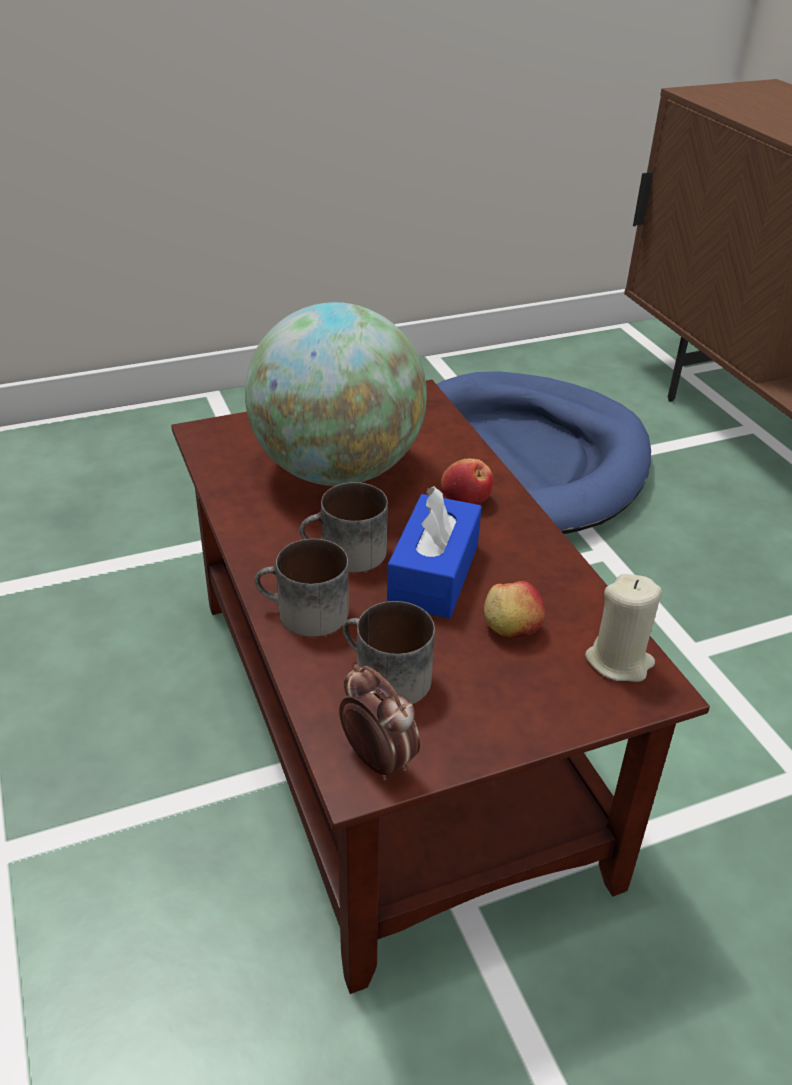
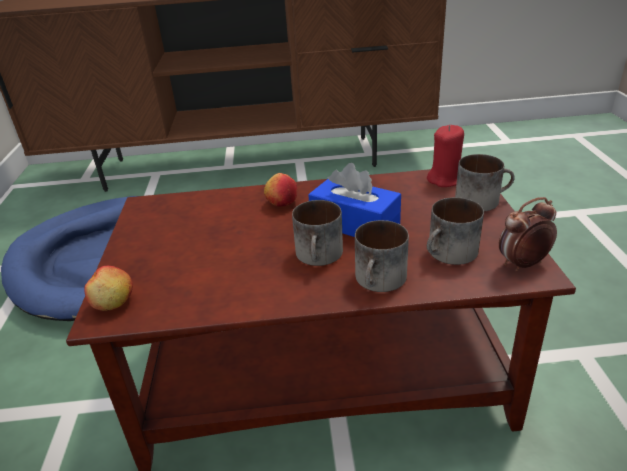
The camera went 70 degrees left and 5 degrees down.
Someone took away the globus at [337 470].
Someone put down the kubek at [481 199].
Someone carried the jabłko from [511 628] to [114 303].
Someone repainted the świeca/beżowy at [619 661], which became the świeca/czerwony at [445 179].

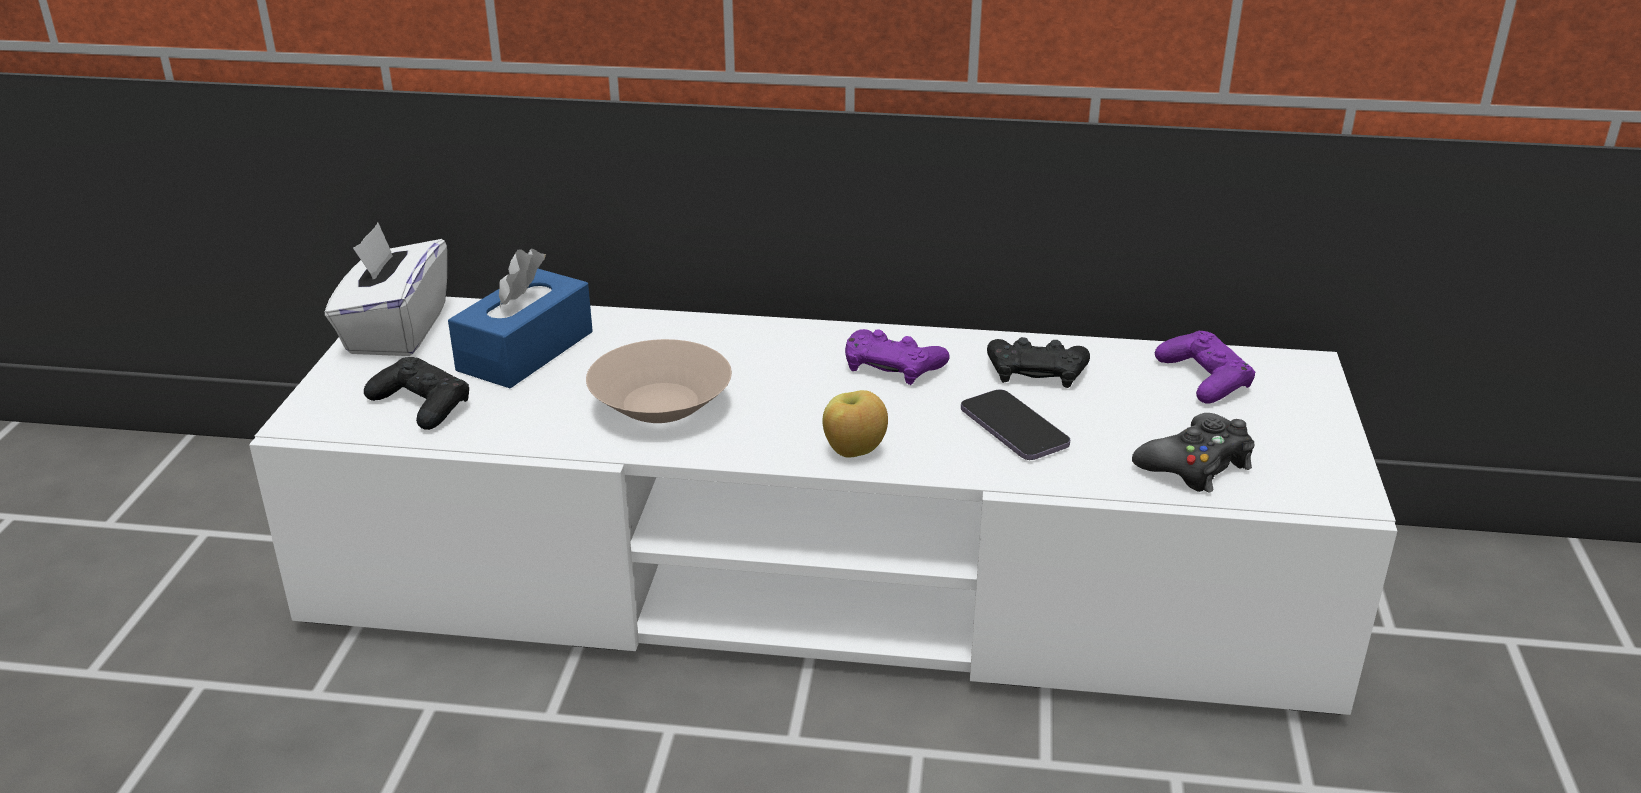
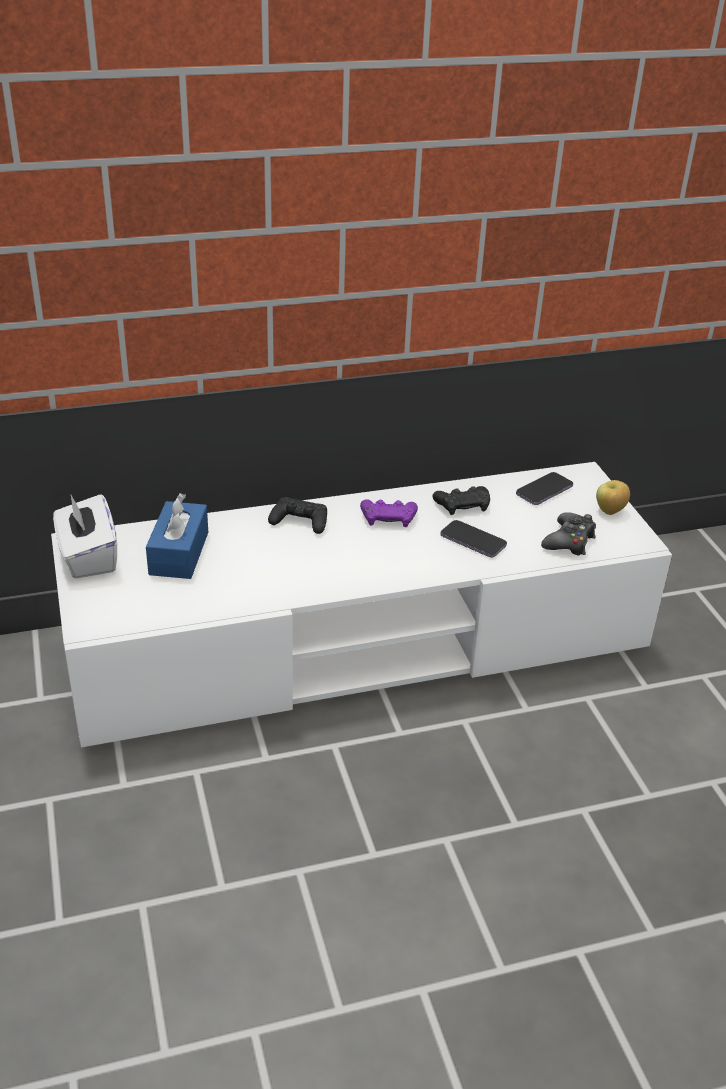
The camera went 25 degrees left and 5 degrees up.
Someone took away the miska/beżowy at [660 408].
Someone carried the pad do gier/czarny from [421 404] to [300 521].
Someone carried the jabłko from [853 451] to [609 511].
Someone swapped the pad do gier/fioletowy at [1204 378] for the telefon at [544 490].

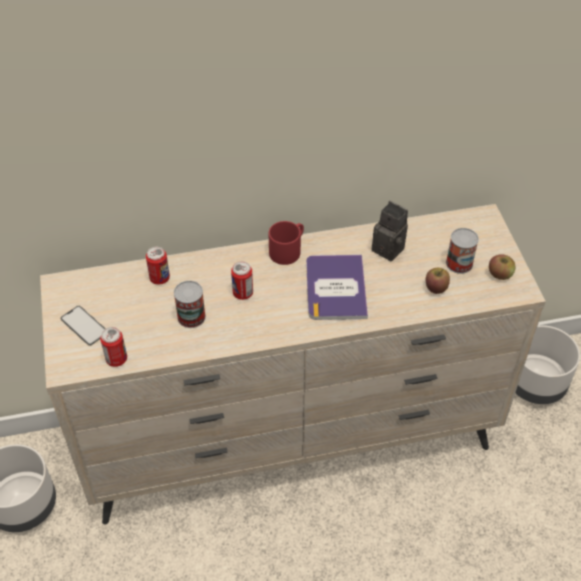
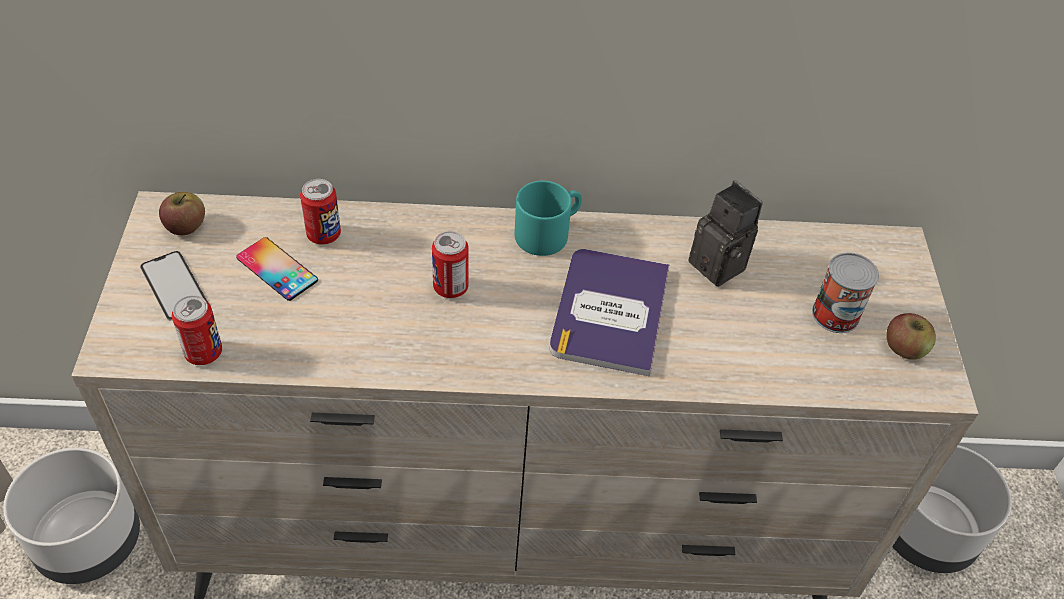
The camera went 10 degrees right and 0 degrees up.
Someone took away the puszka at [191 317].
Someone put down the telefon at [277 269].
Someone carried the jabłko from [436 287] to [186 226].
Someone repainted the kubek/czerwony at [288 249], which became the kubek/turkusowy at [548 232].

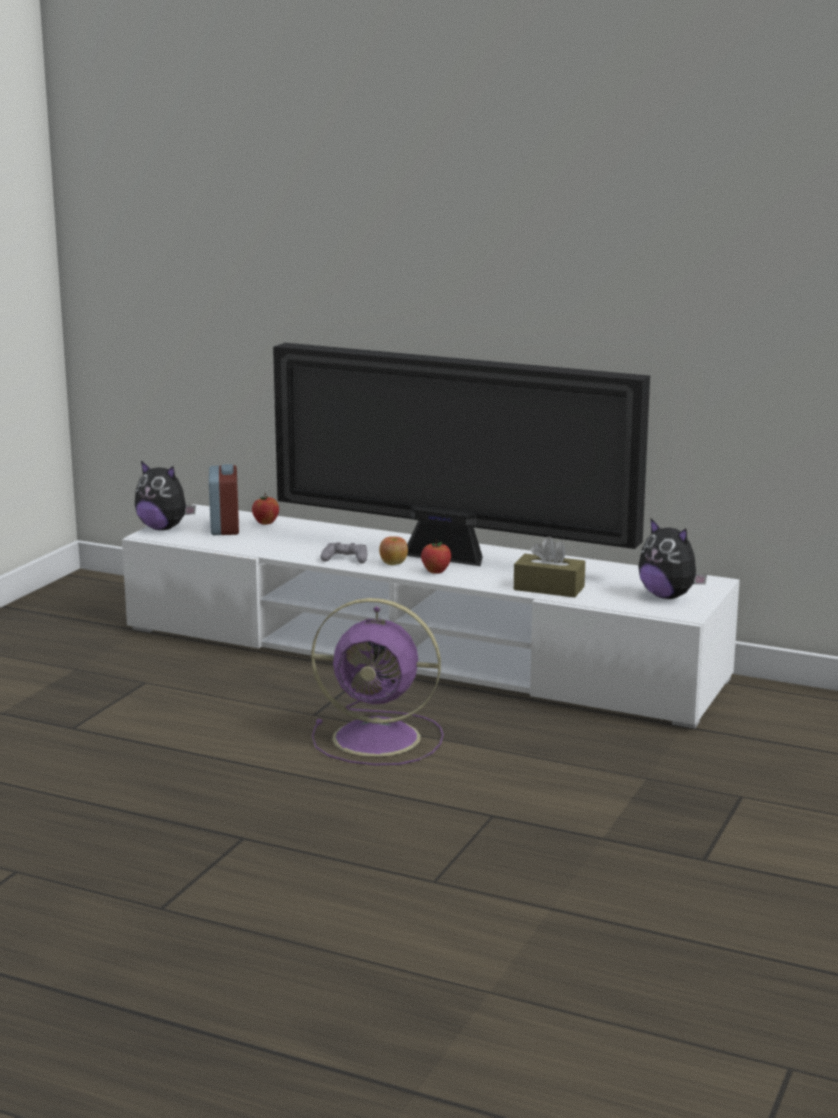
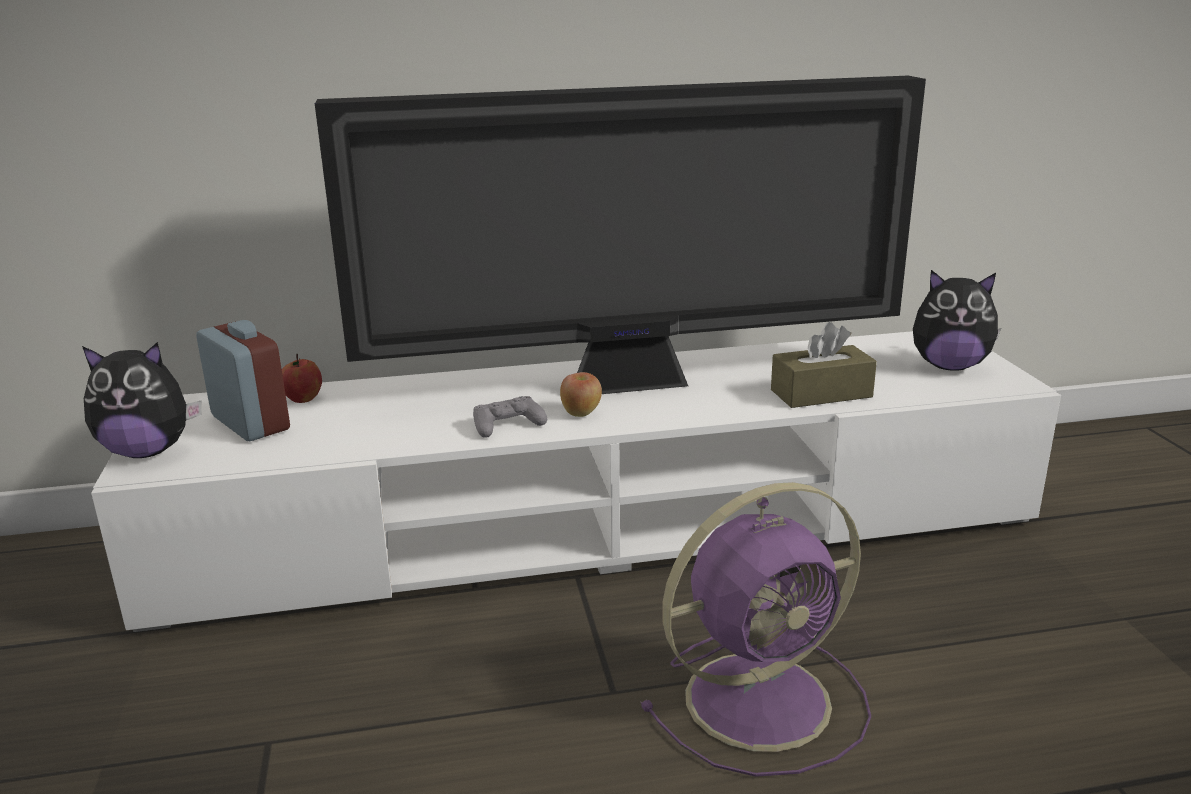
The camera went 35 degrees left and 5 degrees up.
Someone took away the jabłko at [436 571].

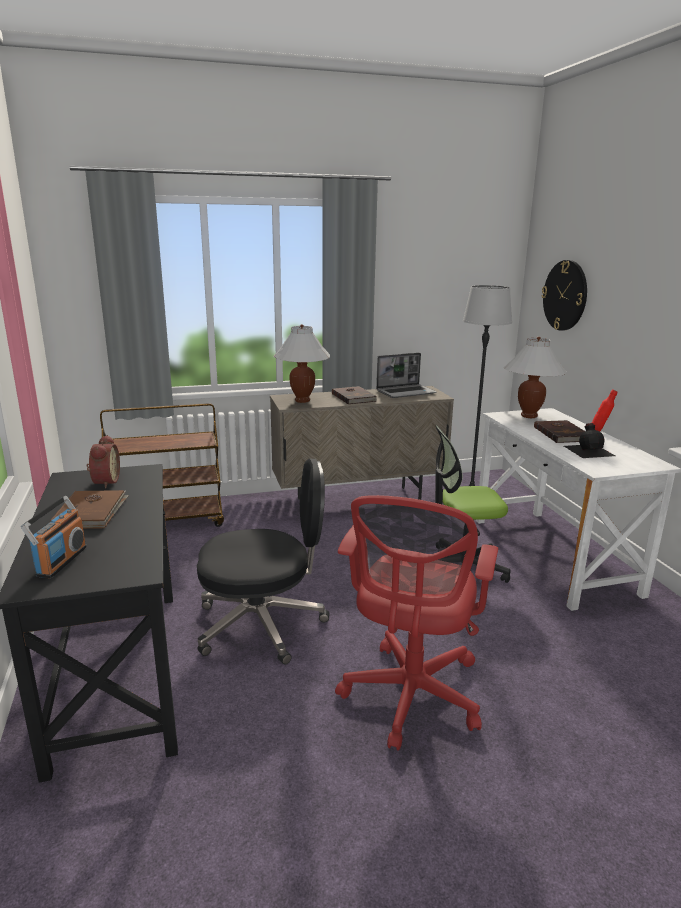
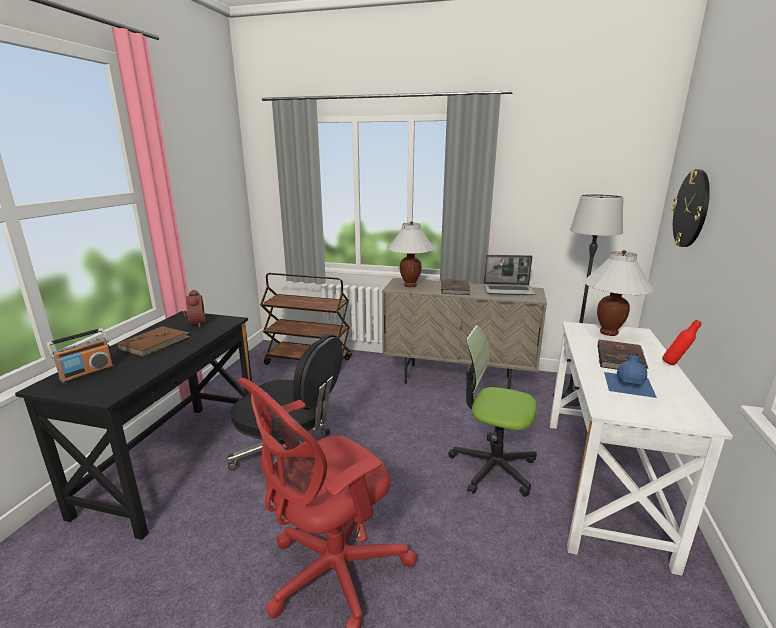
The camera went 30 degrees right and 0 degrees up.
Someone repainted the butelka/czarny at [589 450], which became the butelka/niebieski at [629 384].
Someone rotated the budzik at [104 482] by 45 degrees counterclockwise.

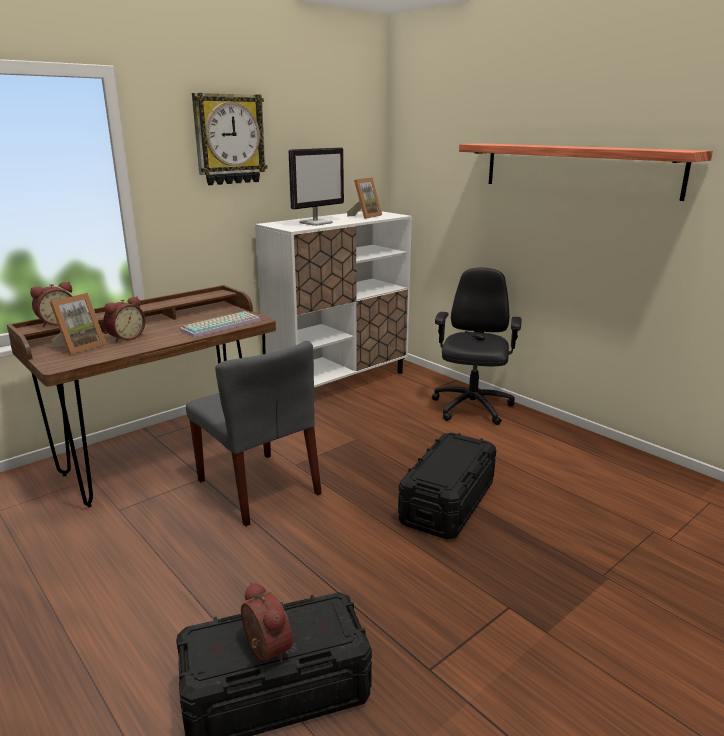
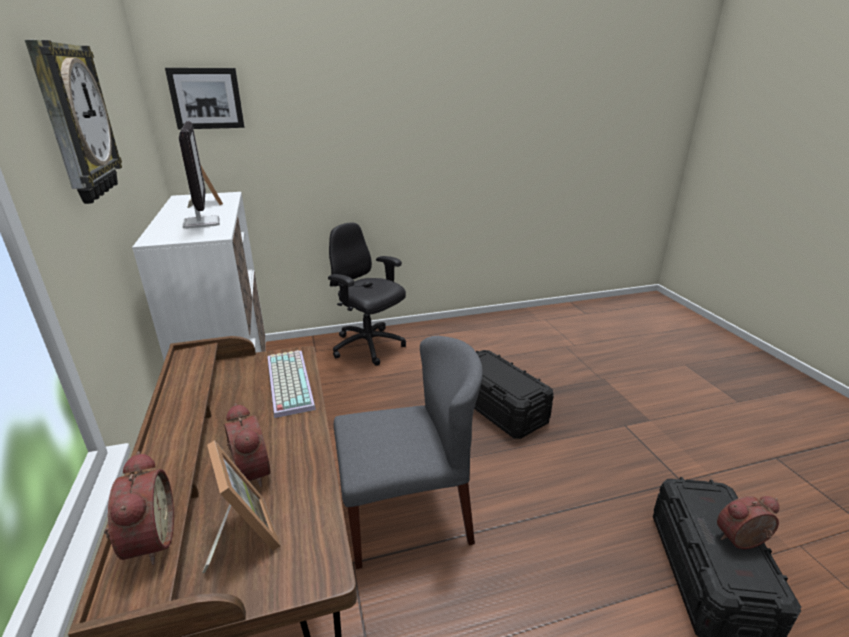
The camera went 65 degrees left and 5 degrees up.
Someone took away the półka at [577 169].
Someone put up the obraz at [206 98].

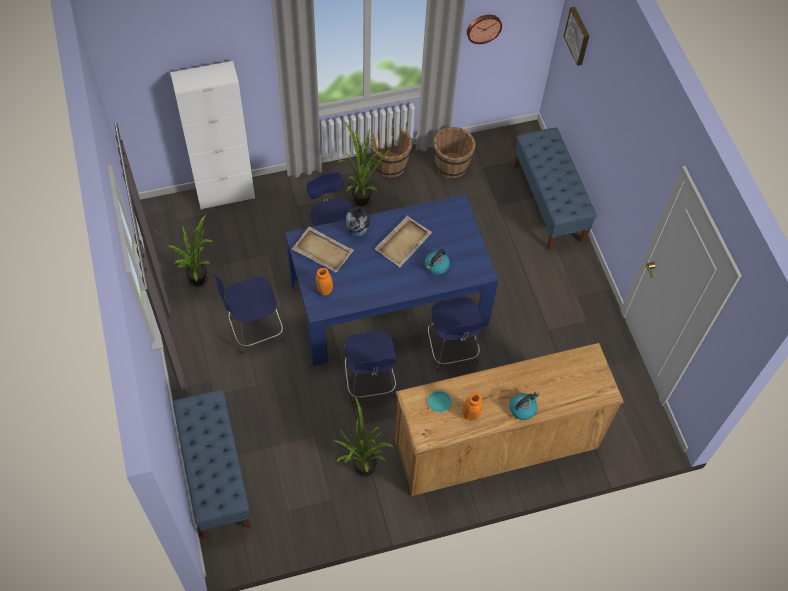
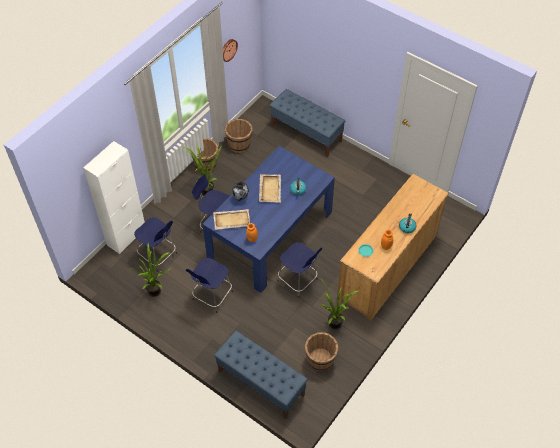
The camera went 35 degrees left and 5 degrees down.
Someone took away the obraz at [578 35].
Someone put down the wiadro/brązowy at [320 360].
Someone carried the stołek/niebieski from [452 350] to [158 256].

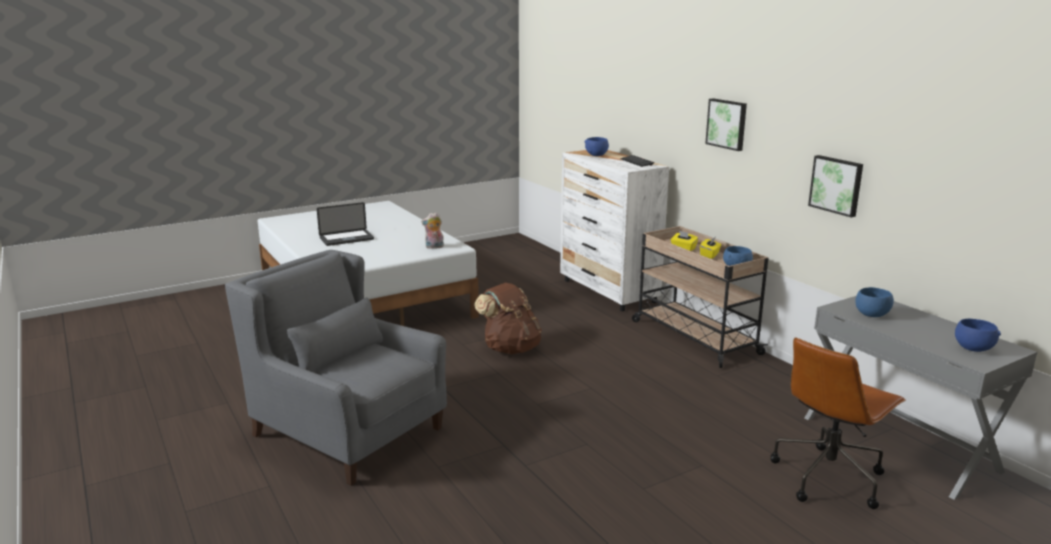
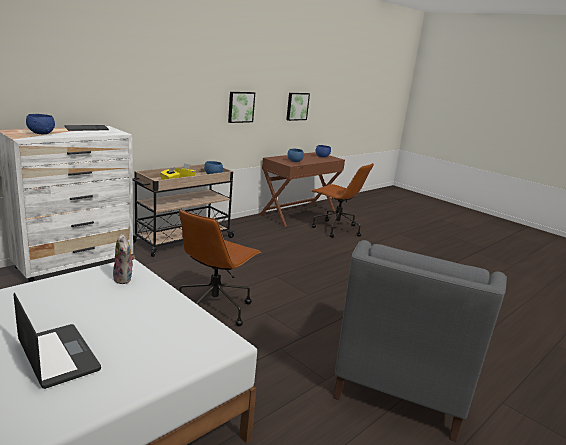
The camera went 105 degrees left and 0 degrees up.
Someone carried the obraz from [727 124] to [297 106].
Someone swapped the plecak/brązowy at [510 348] for the krzesło biurowe/brązowy at [214 308].
Someone repainted the biurko/szary at [899 443], which became the biurko/brązowy at [298 214].

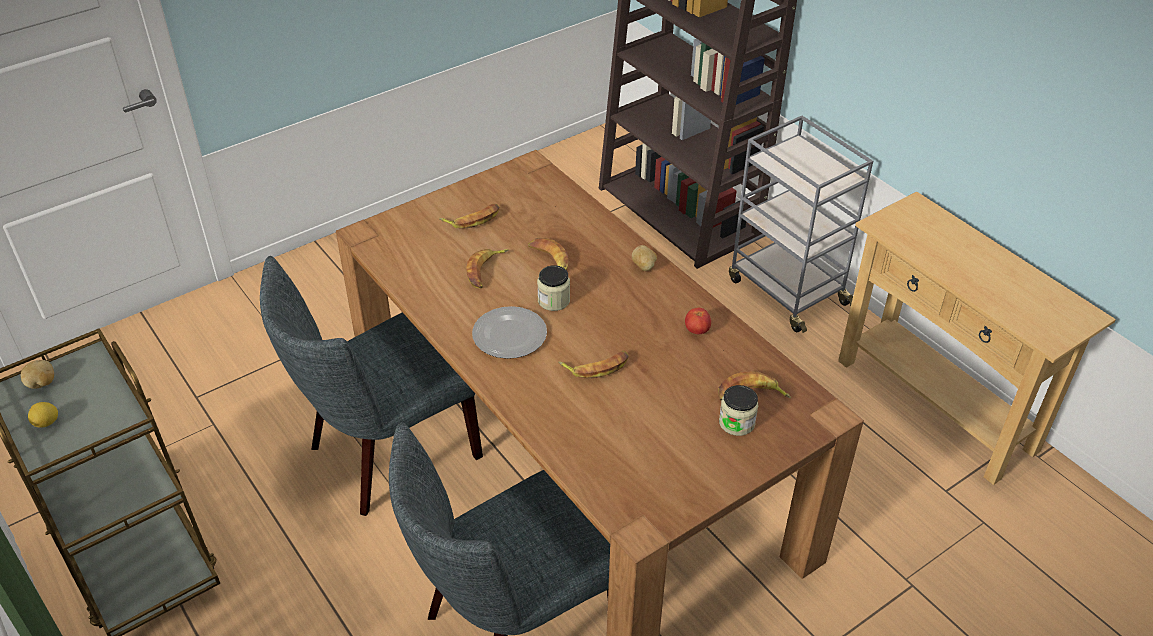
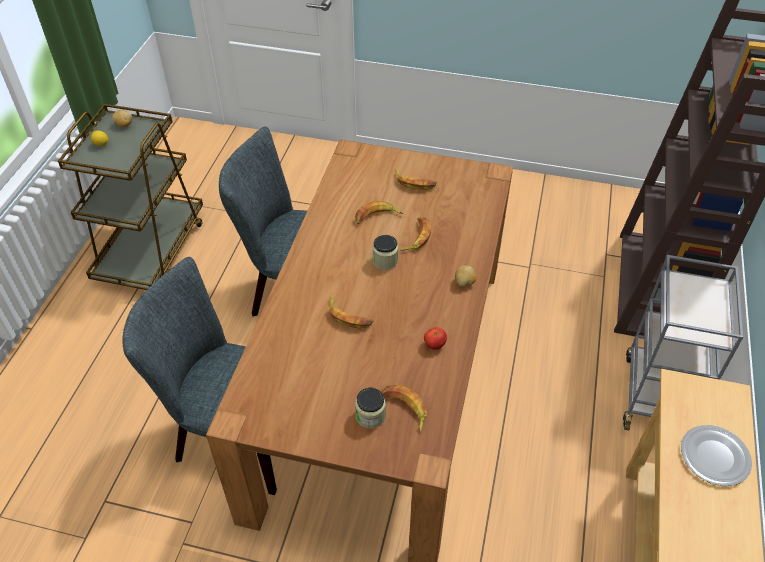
The camera went 50 degrees right and 5 degrees up.
Someone carried the talerz from [508 335] to [713 456].

